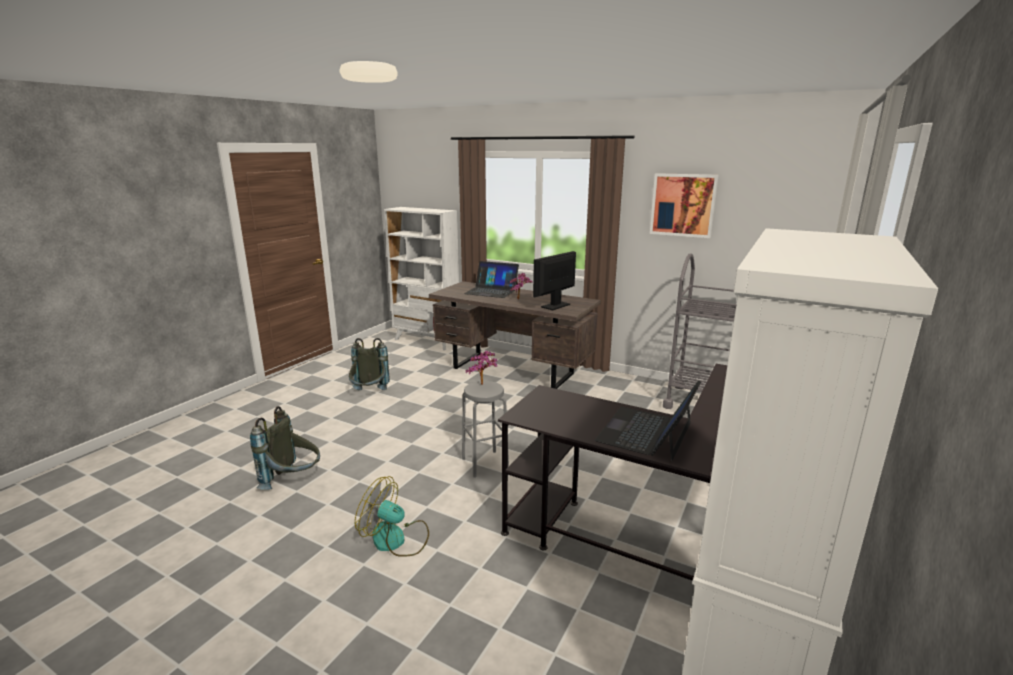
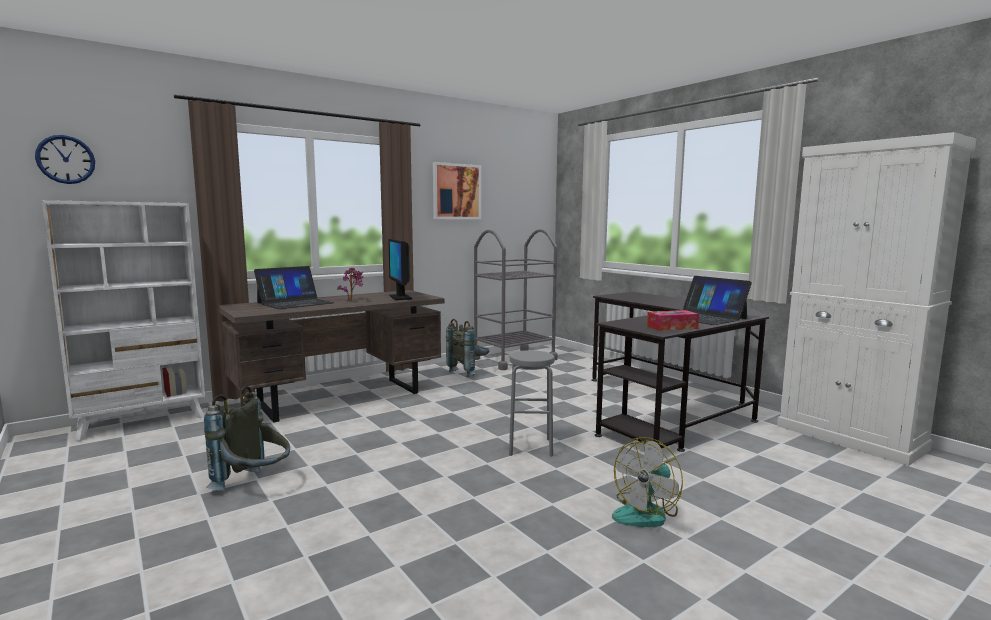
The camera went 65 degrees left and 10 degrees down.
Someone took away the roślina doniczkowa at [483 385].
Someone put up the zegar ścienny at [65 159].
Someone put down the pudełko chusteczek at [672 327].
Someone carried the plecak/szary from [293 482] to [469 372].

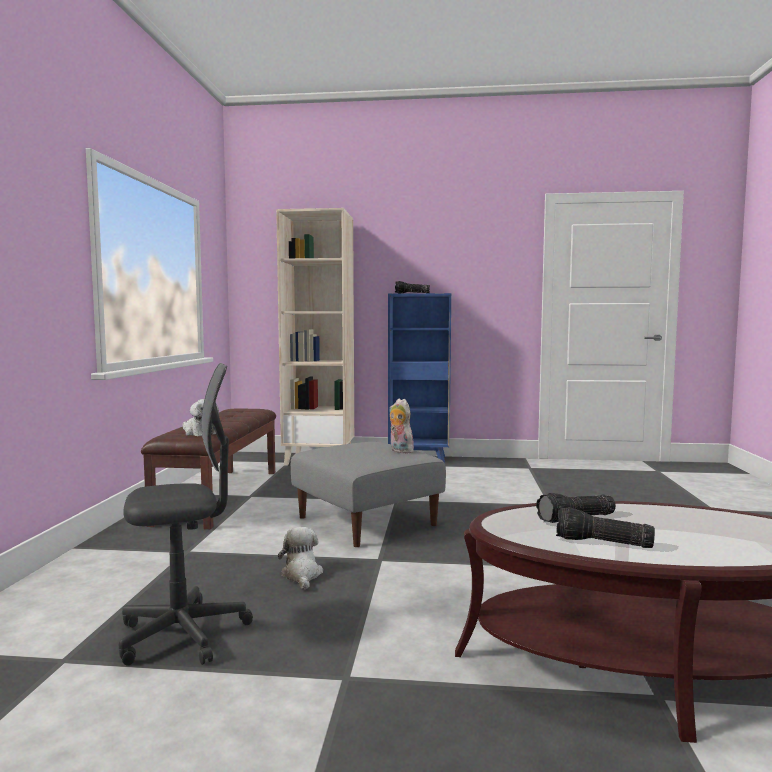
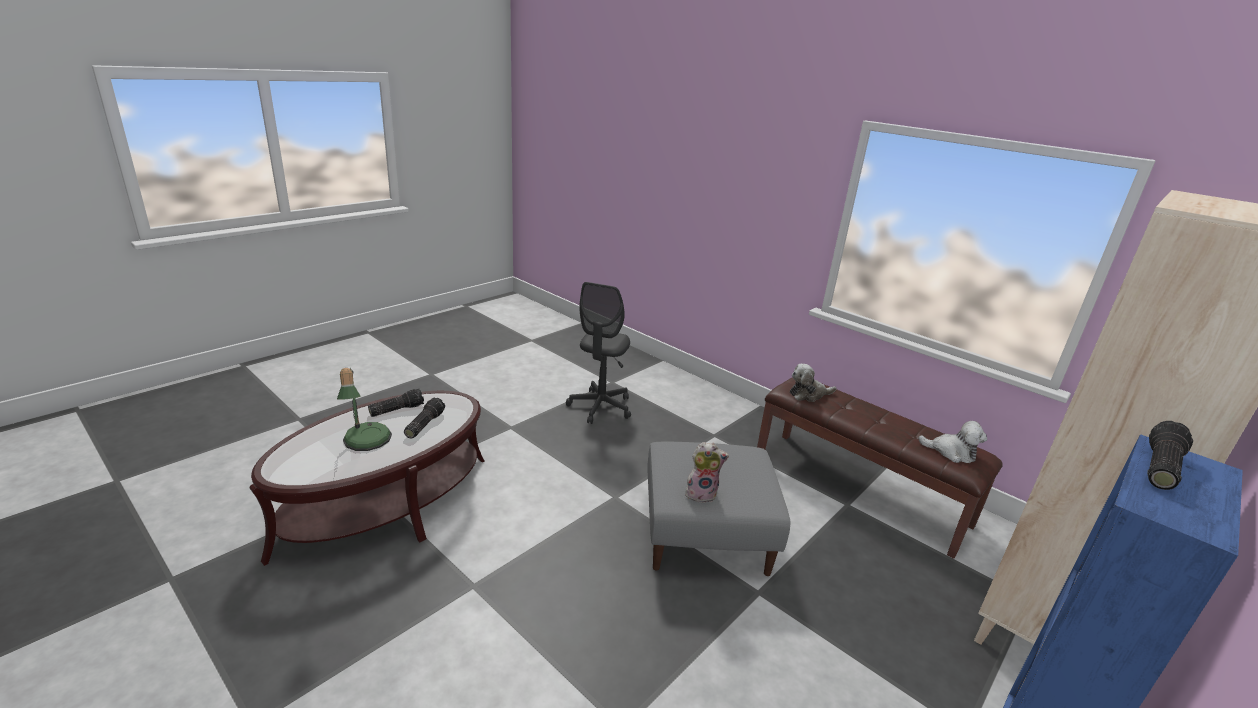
The camera went 125 degrees right and 20 degrees up.
Someone put down the lampa stołowa at [365 443].
Someone carried the pluszak from [302 575] to [951 452].

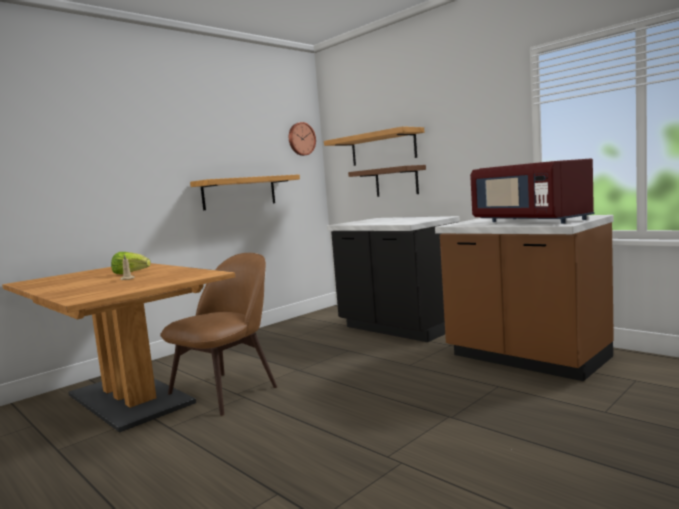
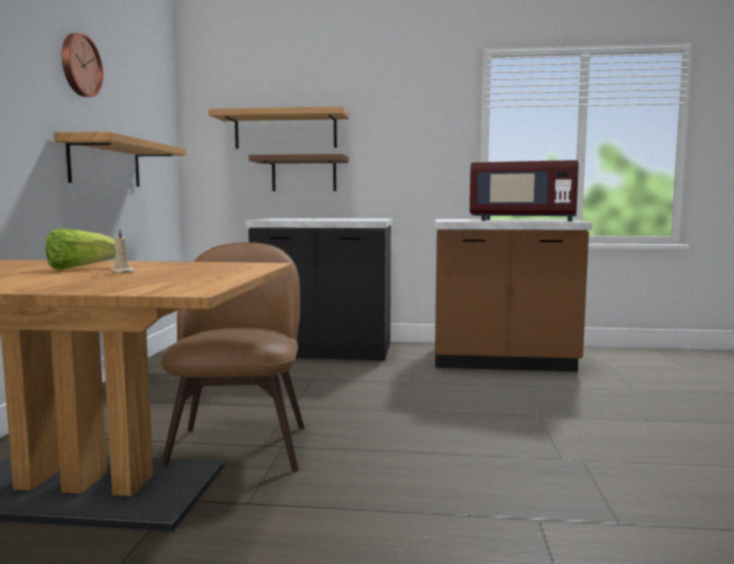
The camera went 40 degrees left and 0 degrees up.
Someone carried the zegar ścienny from [301 139] to [79 65].

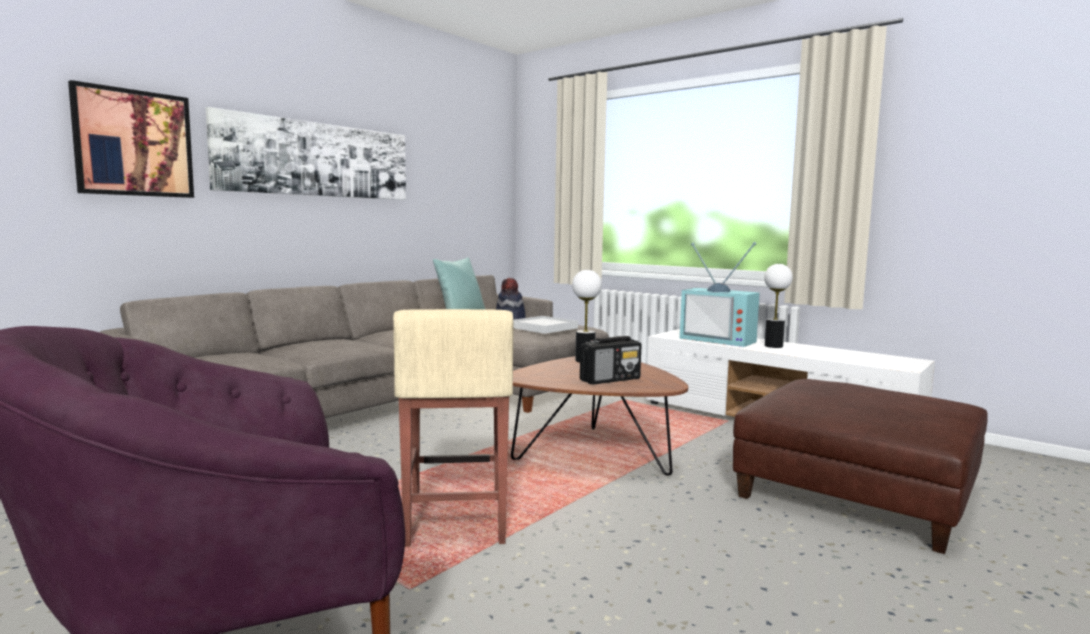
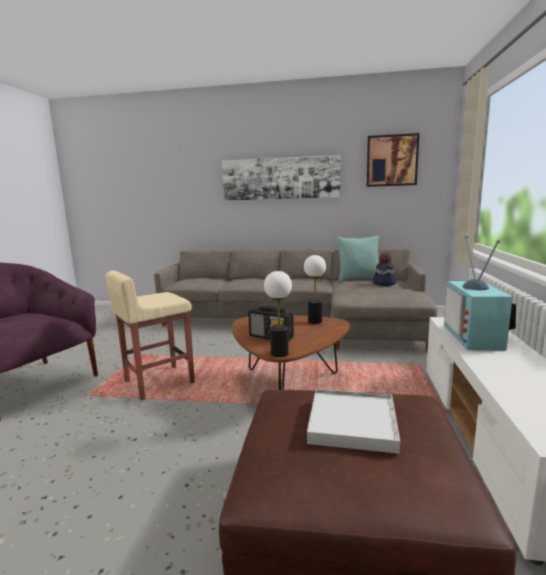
The camera went 60 degrees right and 5 degrees up.
Someone carried the obraz from [134 143] to [391 160].
Someone carried the taca/biały from [543 328] to [352 423].
Someone carried the lampa stołowa from [774 346] to [279 353].

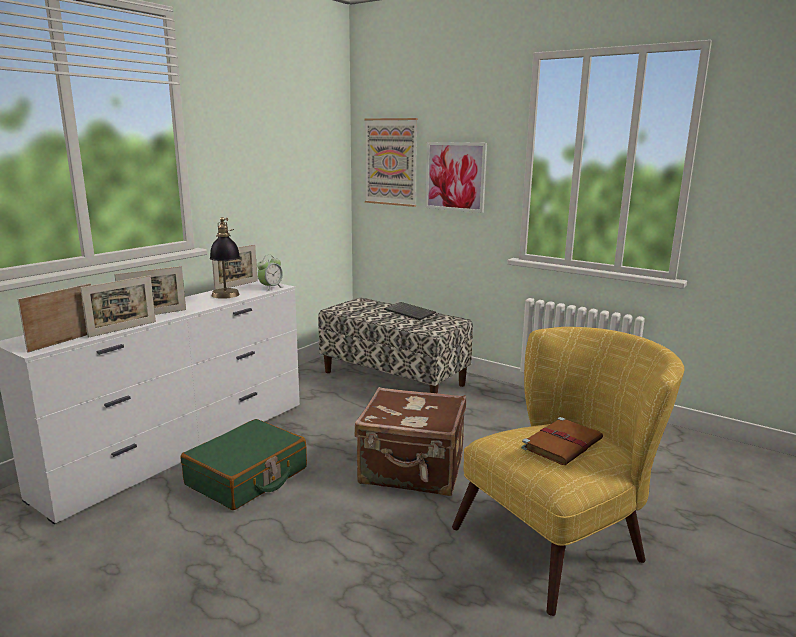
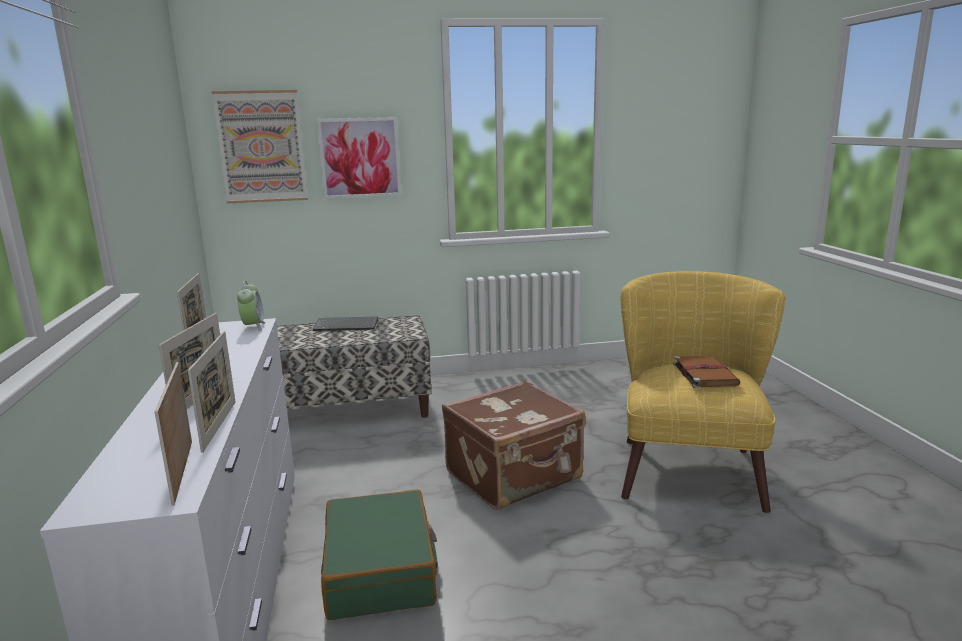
The camera went 45 degrees left and 0 degrees up.
Someone took away the lampa stołowa at [226 298].

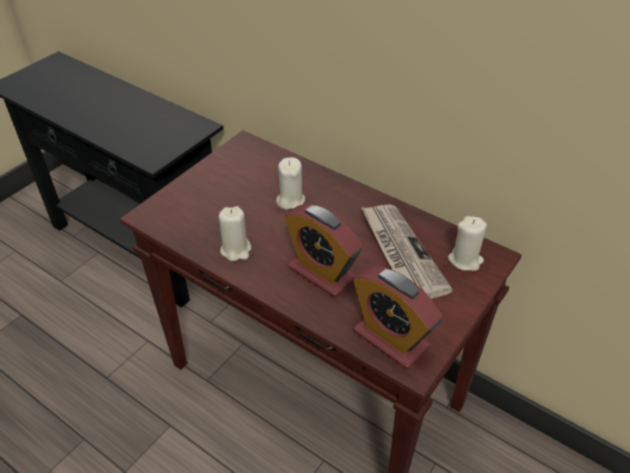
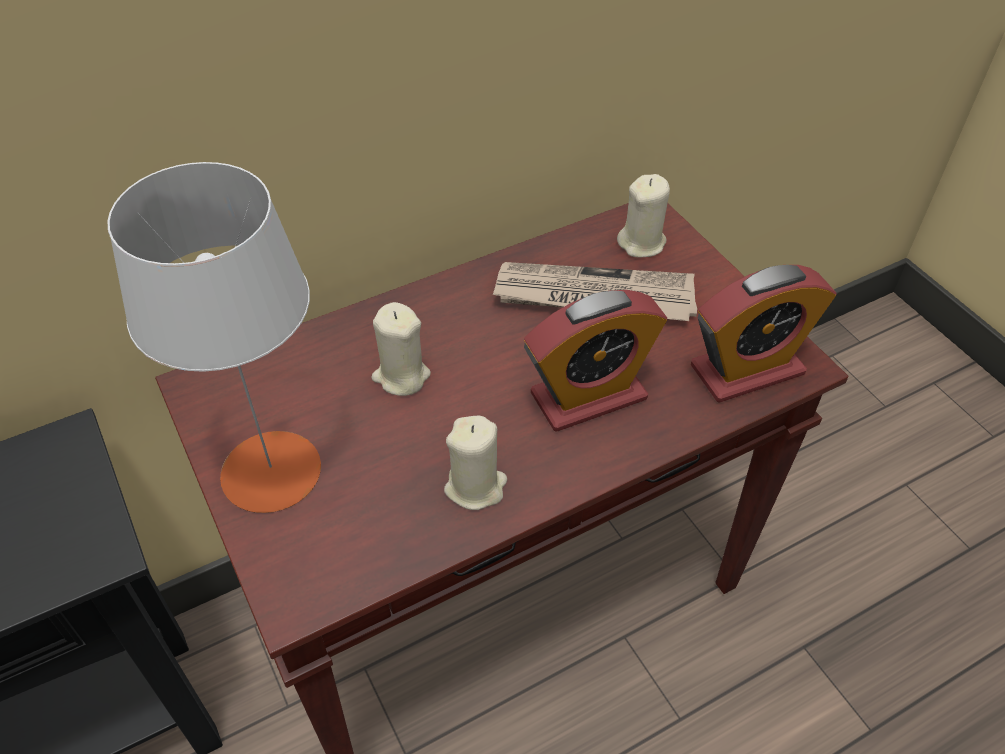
The camera went 65 degrees left and 5 degrees up.
Someone put down the lampa stołowa/szary at [272 471].

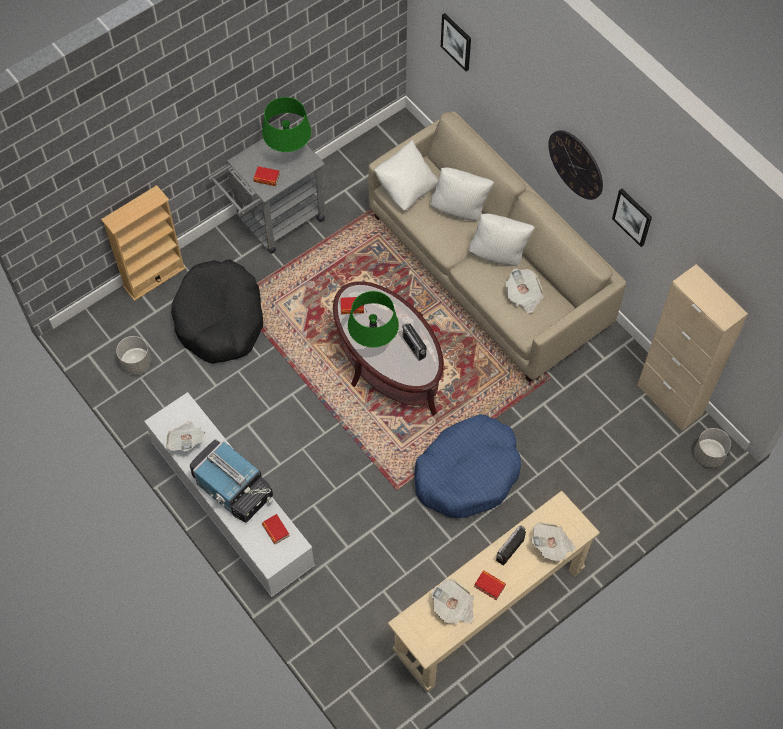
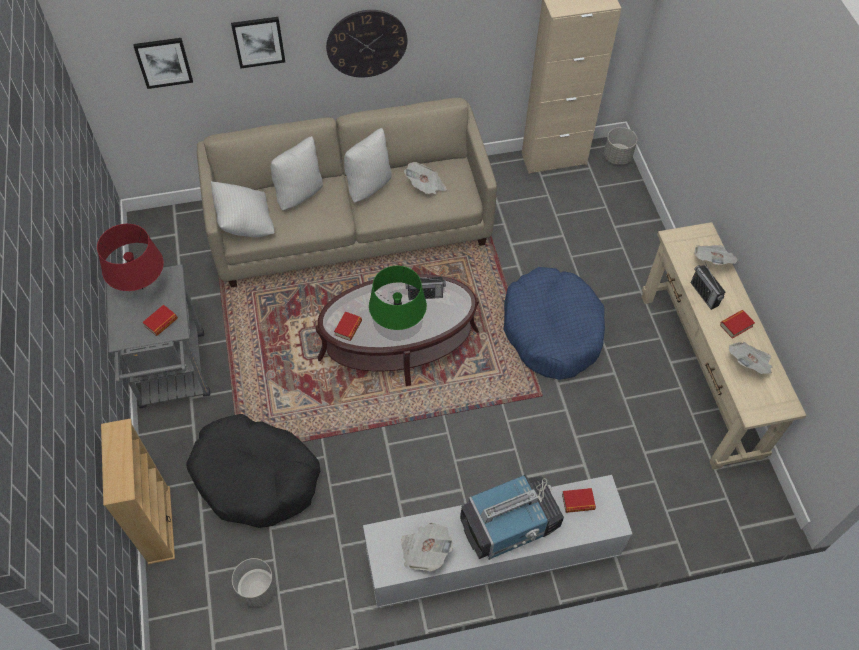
The camera went 65 degrees left and 5 degrees down.
Someone carried the obraz from [632 217] to [258 41].
Someone repainted the lampa stołowa/zielony at [289 151], which became the lampa stołowa/czerwony at [142 288].

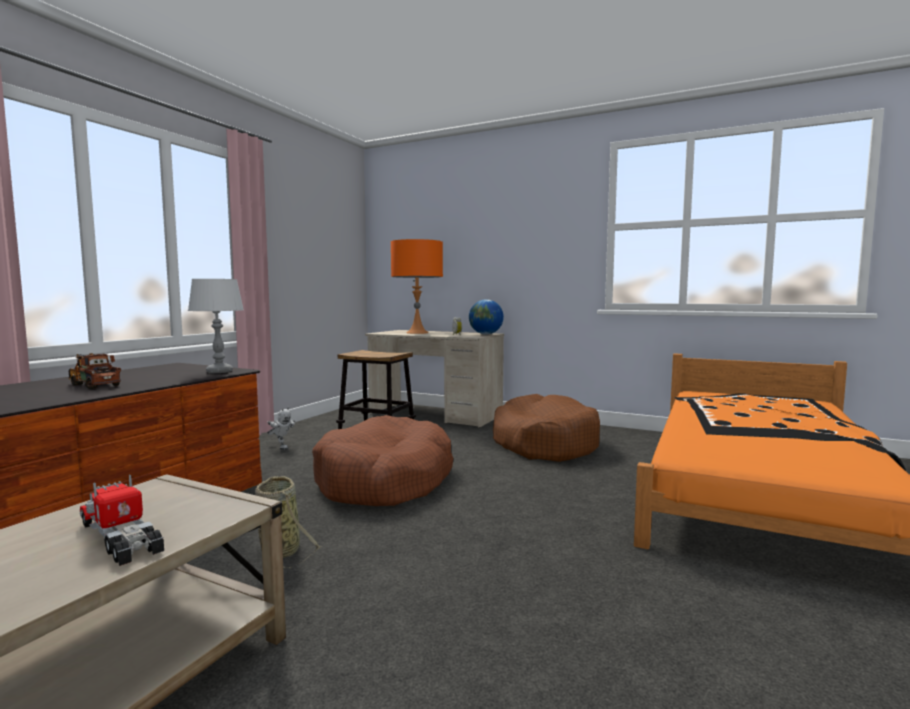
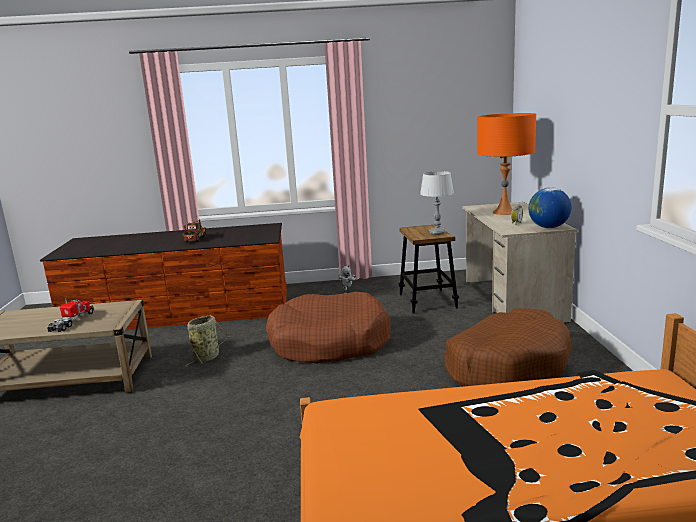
The camera went 60 degrees right and 10 degrees up.
Someone carried the lampa stołowa/szary from [219 371] to [437 233].

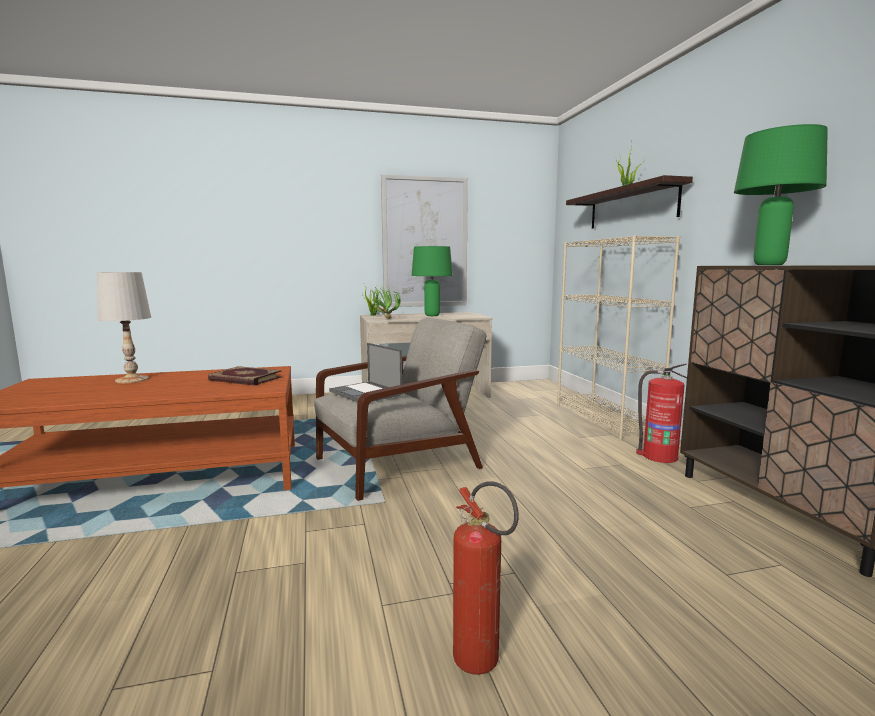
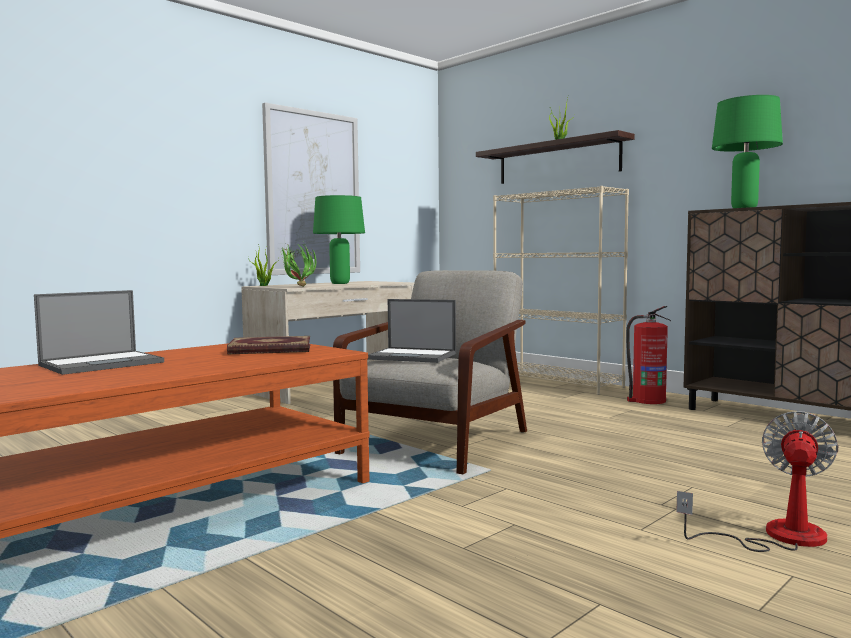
The camera went 30 degrees left and 5 degrees down.
Someone swapped the lampa stołowa/biały at [132 379] for the laptop at [103 363].
Someone swapped the gaśnica at [483 666] for the wentylator at [776 536].

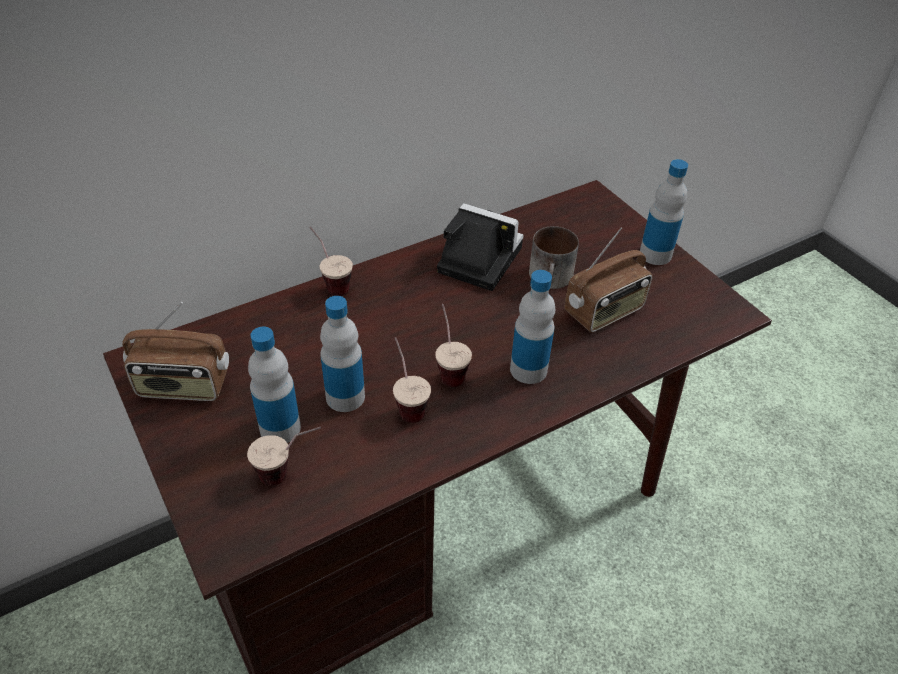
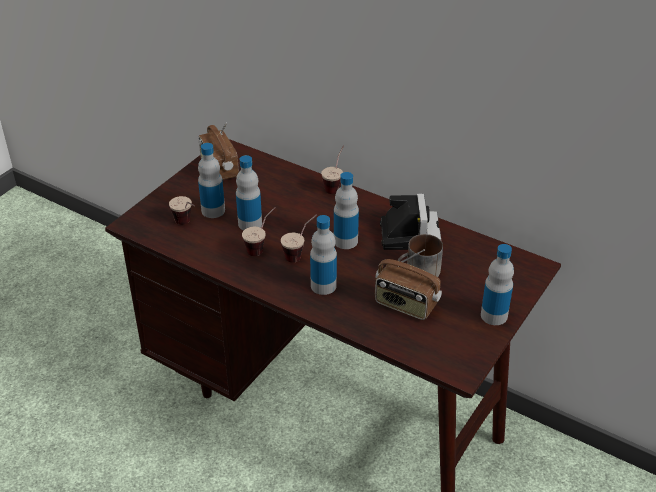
The camera went 65 degrees right and 5 degrees down.
Someone put down the butelka at [345 241].

